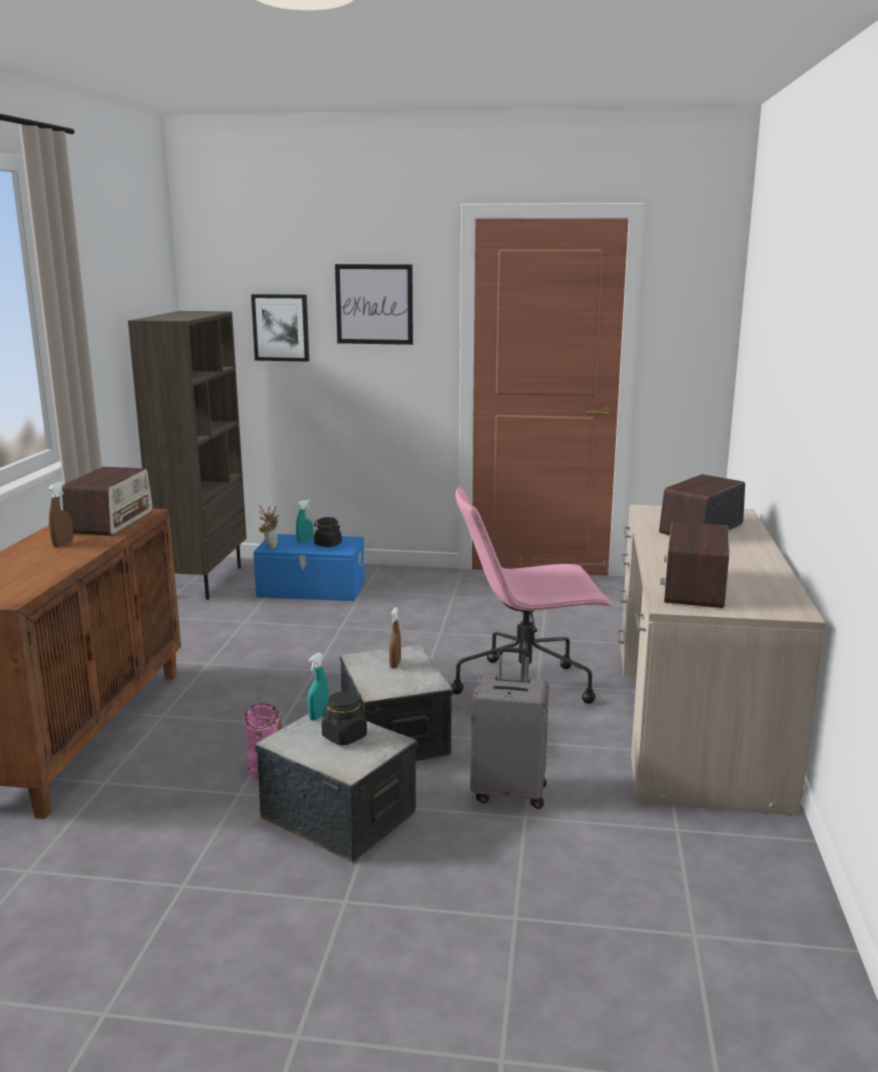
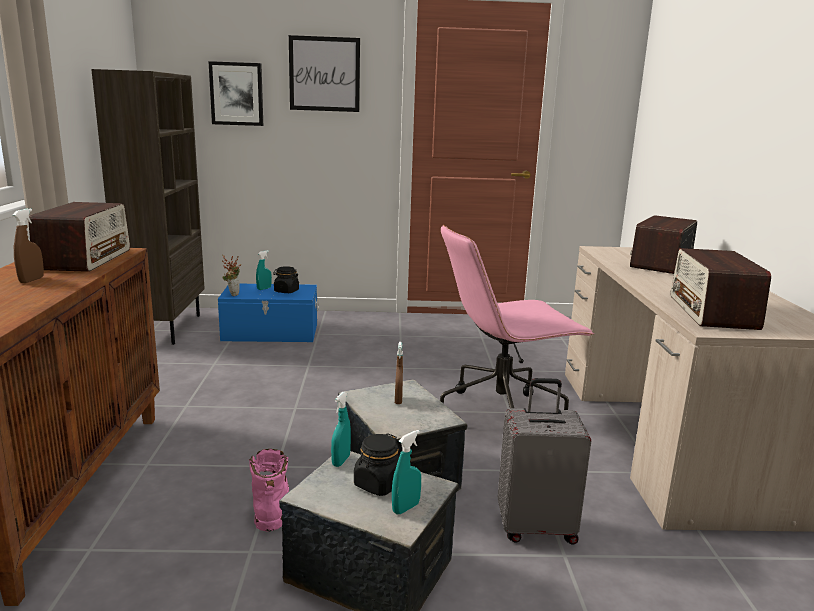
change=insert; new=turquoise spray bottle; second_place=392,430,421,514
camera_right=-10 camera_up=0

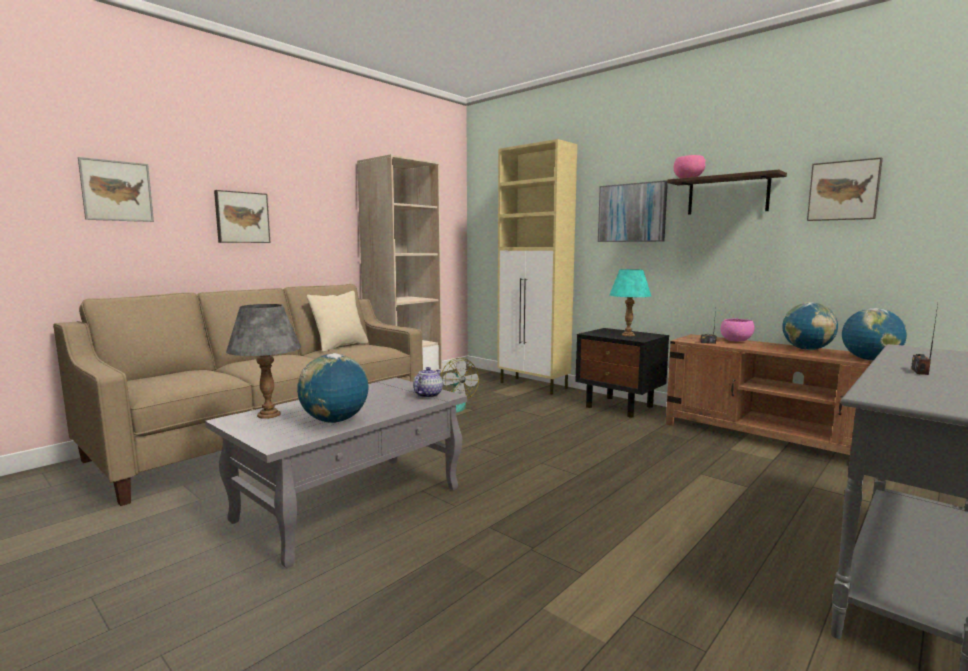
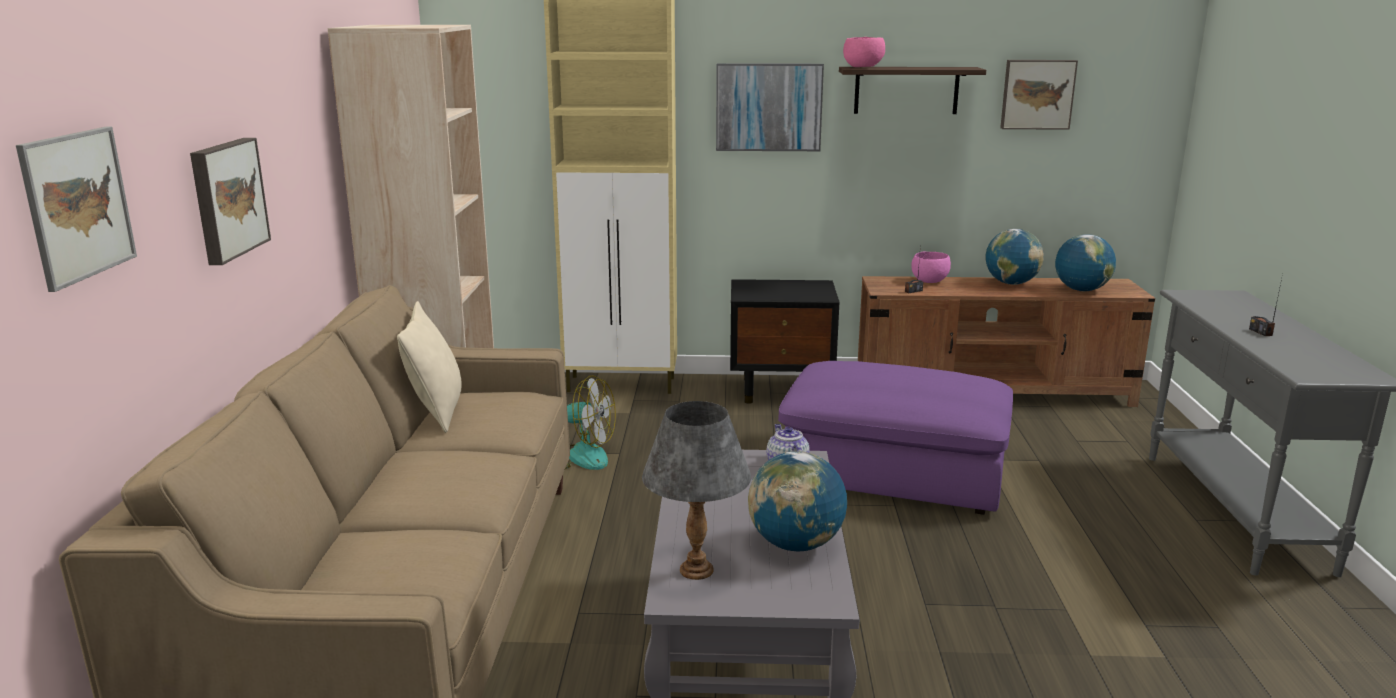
change=delete; old=turquoise table lamp; first_place=609,269,651,336
change=insert; new=purple ottoman; second_place=778,361,1013,515
camera_right=-40 camera_up=10

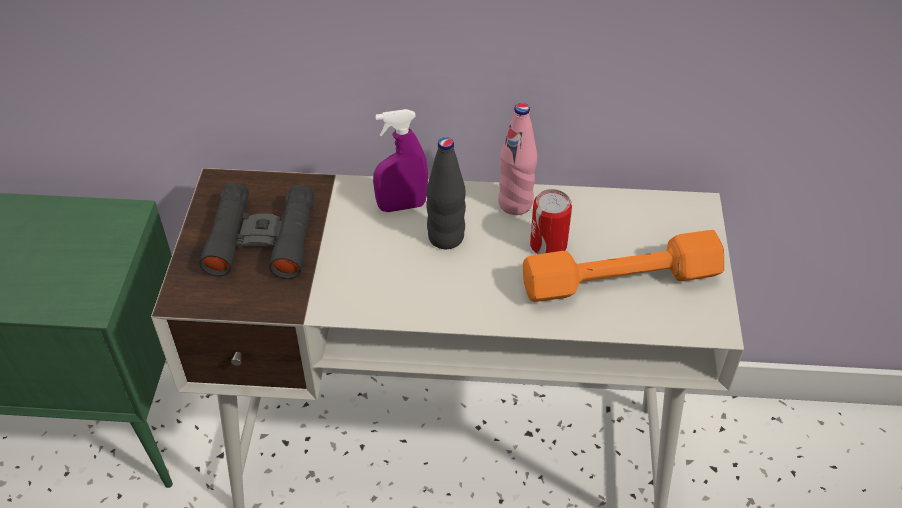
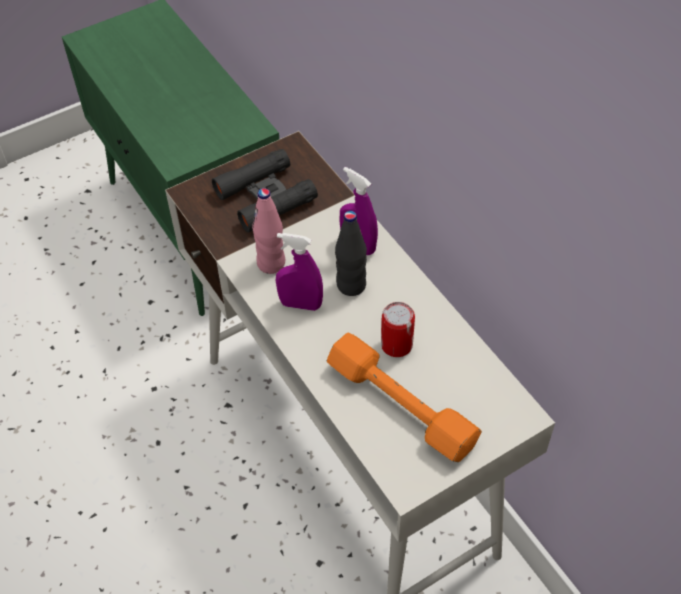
change=insert; new=purple spray bottle; second_place=276,233,323,311
change=move; old=pink bottle; first_place=498,103,537,215; second_place=252,188,285,274
camera_right=55 camera_up=5

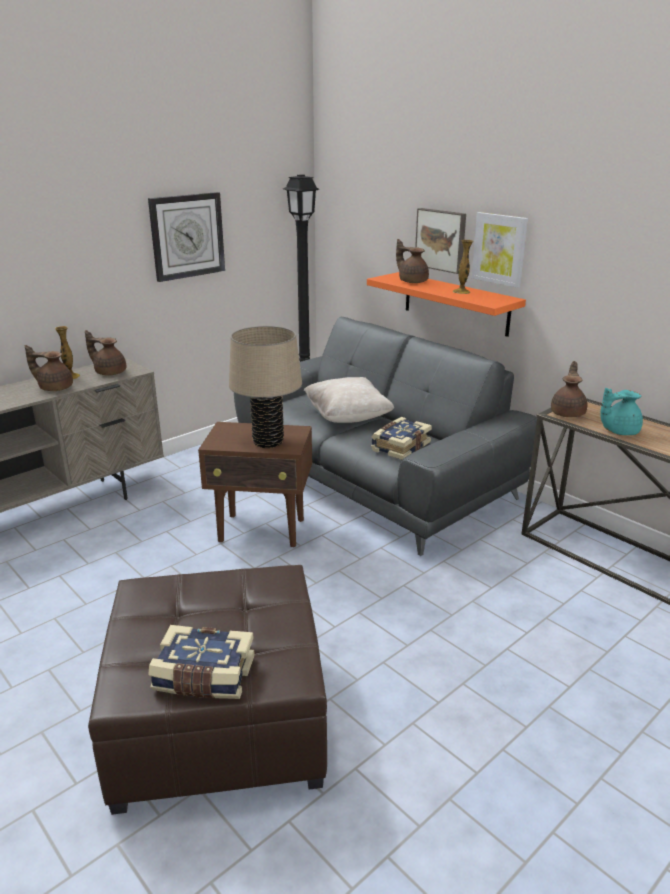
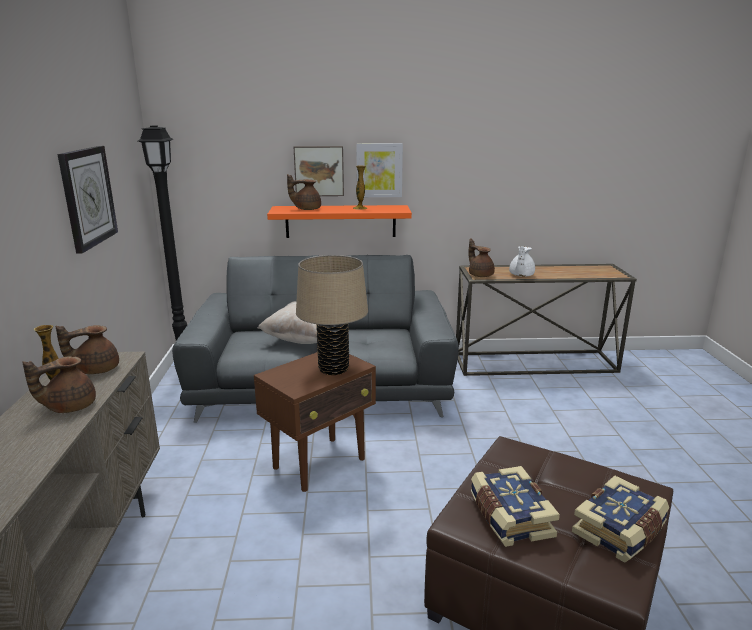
change=move; old=book; first_place=371,417,432,460; second_place=471,466,560,547
change=recolor; old=turquoise teapot; new=white teapot; first_place=600,388,643,435; second_place=509,246,535,277
camera_right=-50 camera_up=-5

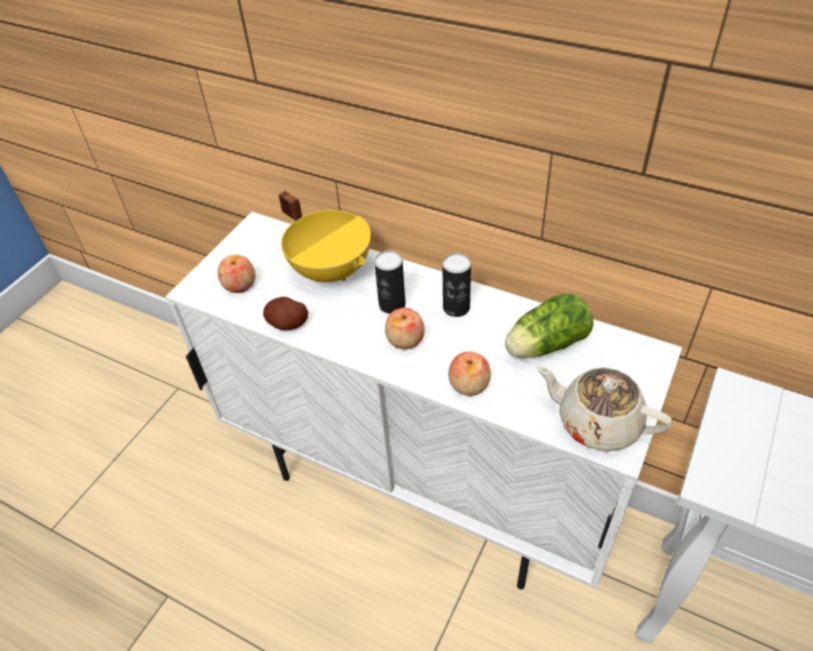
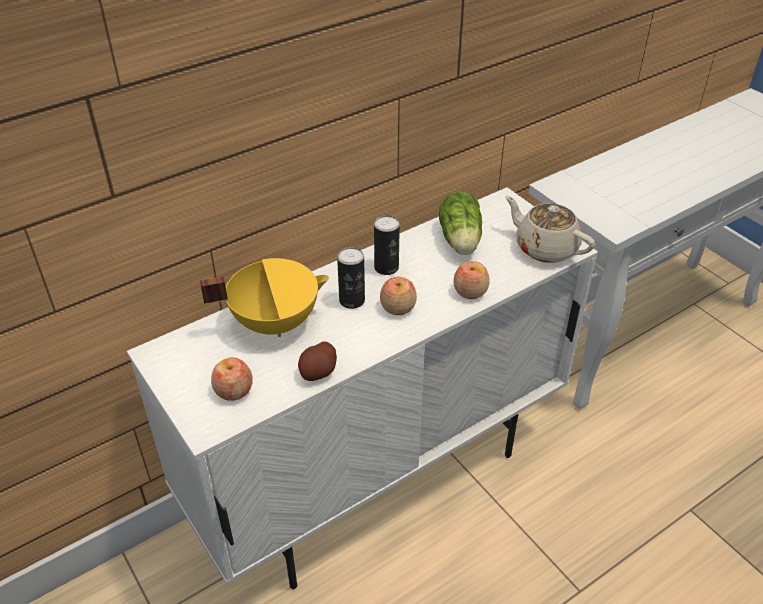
change=rotate; old=beige teapot; first_place=536,366,672,452; second_place=505,196,595,263; degrees=75
camera_right=-65 camera_up=-5

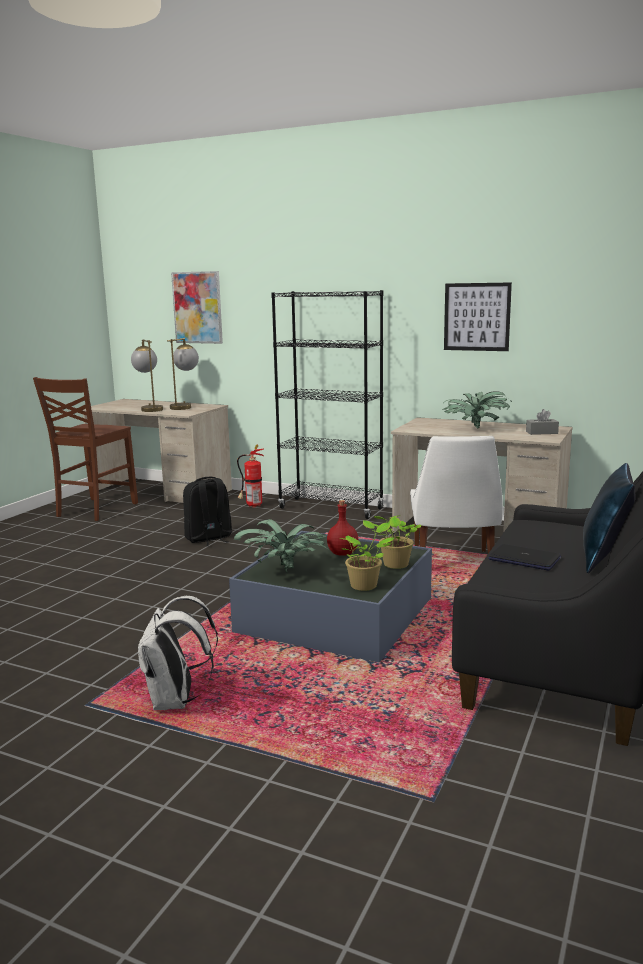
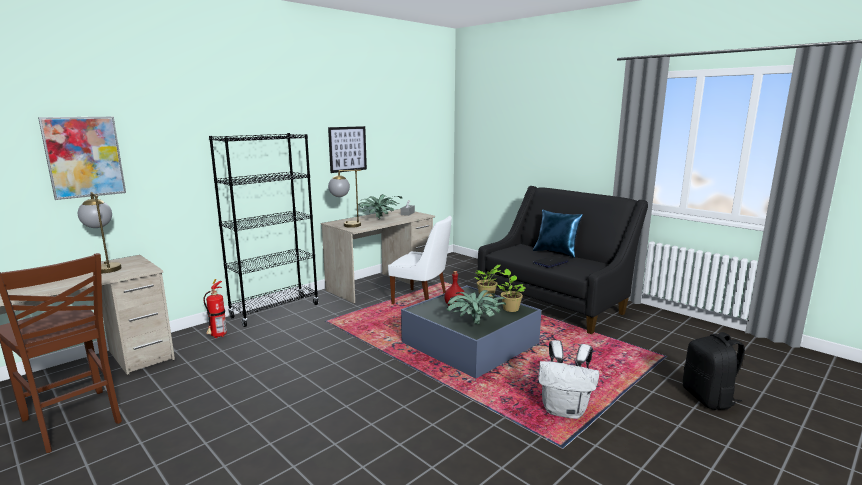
change=move; old=table lamp; first_place=131,339,163,412; second_place=328,169,361,228
change=move; old=black backpack; first_place=183,477,232,546; second_place=683,332,745,410
camera_right=-70 camera_up=0

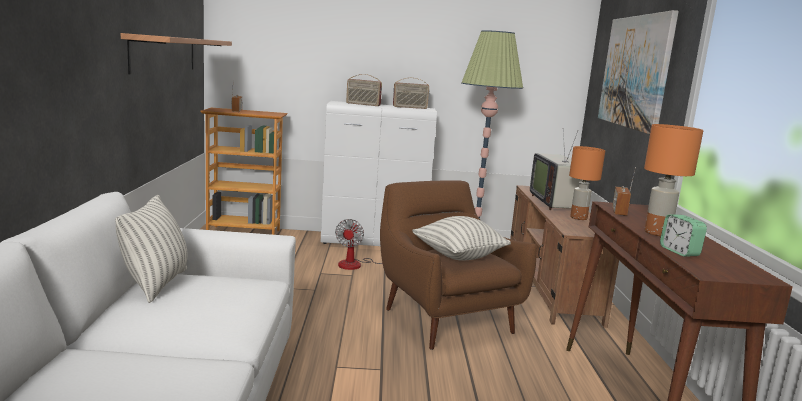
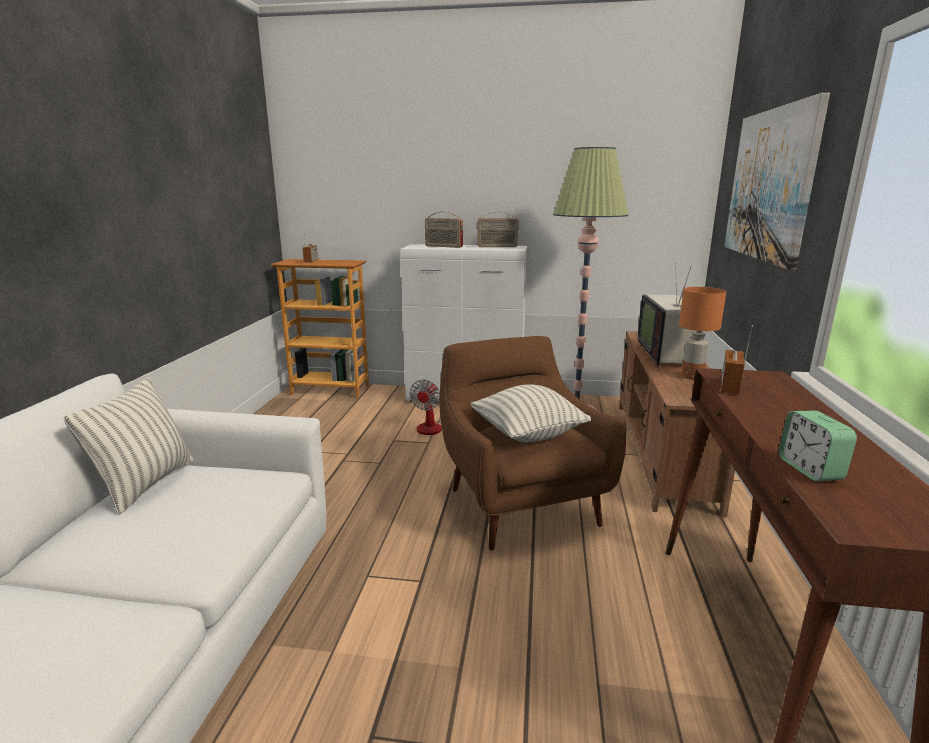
change=delete; old=shelf; first_place=121,33,232,74
change=delete; old=orange table lamp; first_place=644,124,703,236
camera_right=10 camera_up=5

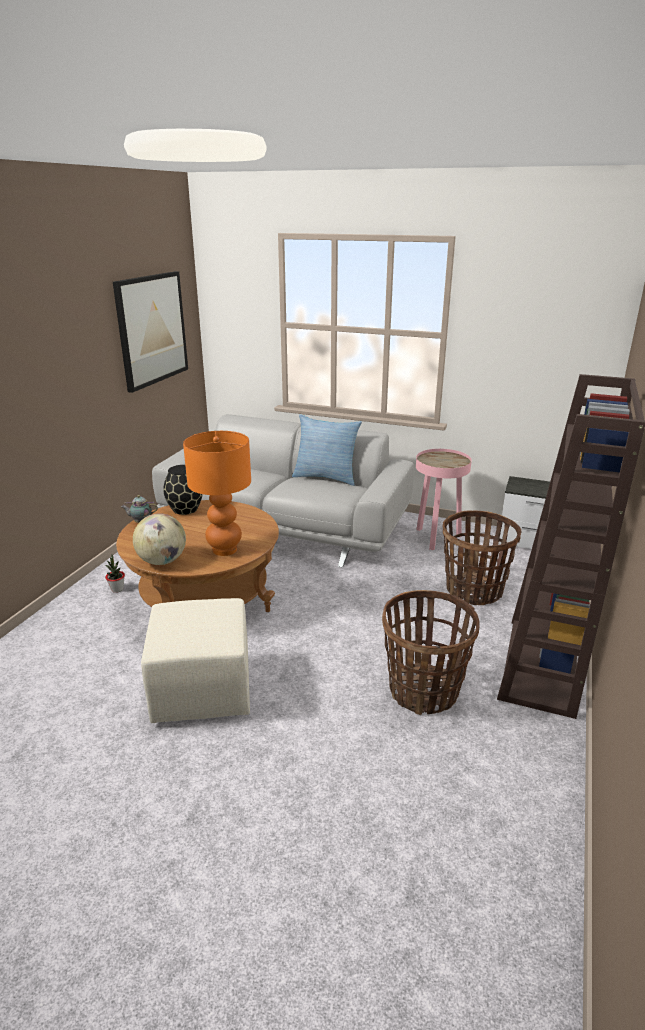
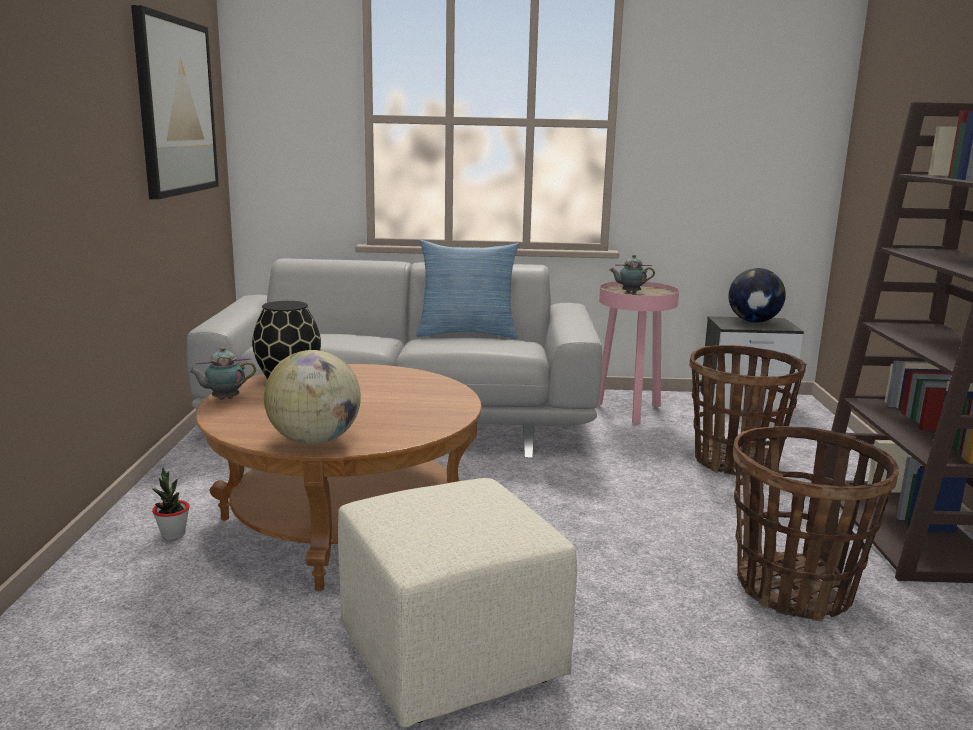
change=delete; old=orange table lamp; first_place=183,431,251,556
change=insert; new=teapot; second_place=609,255,655,293
change=insert; new=globe; second_place=728,268,786,323
camera_right=-20 camera_up=-10

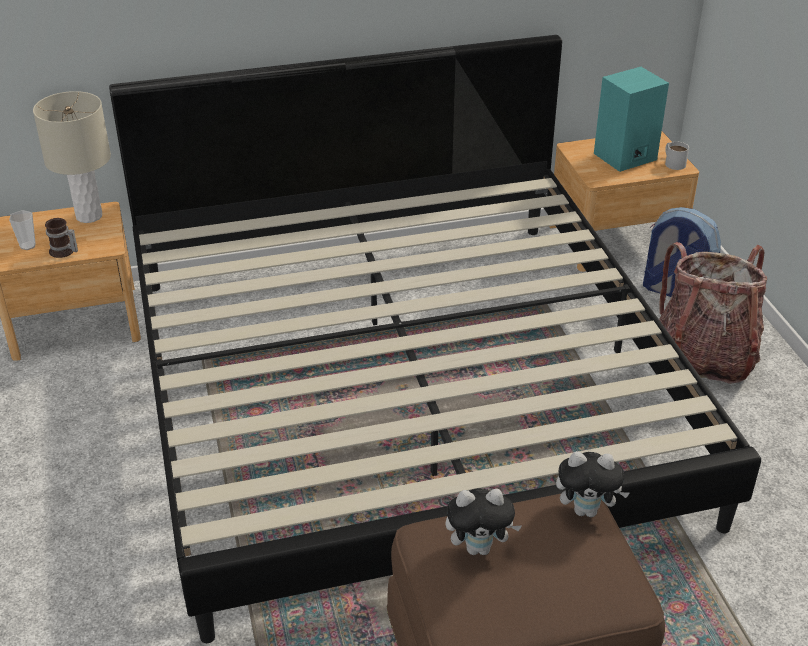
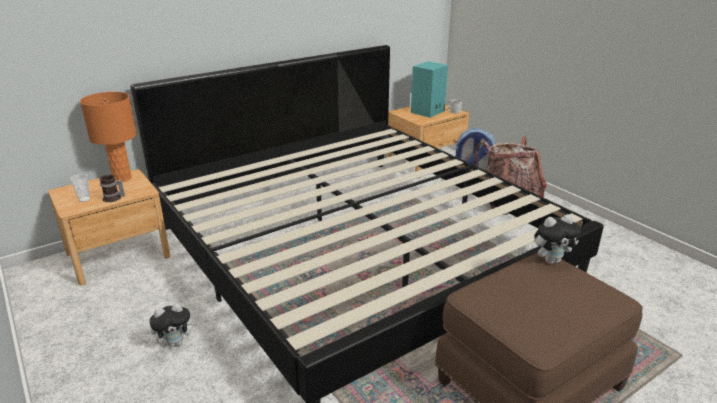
change=move; old=plush toy; first_place=445,488,521,555; second_place=149,303,197,347
change=recolor; old=beige table lamp; new=orange table lamp; first_place=33,91,111,223; second_place=80,92,137,182
camera_right=-20 camera_up=-10

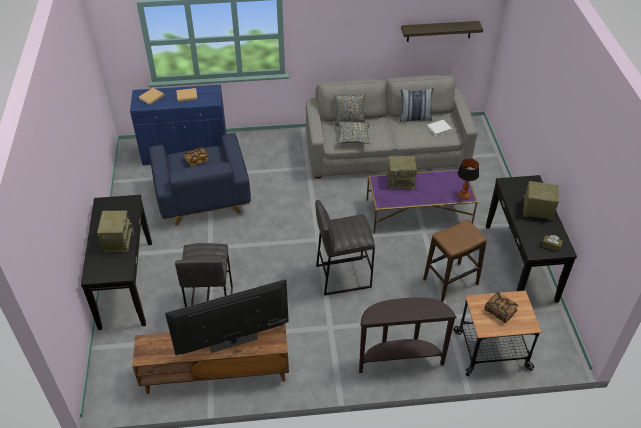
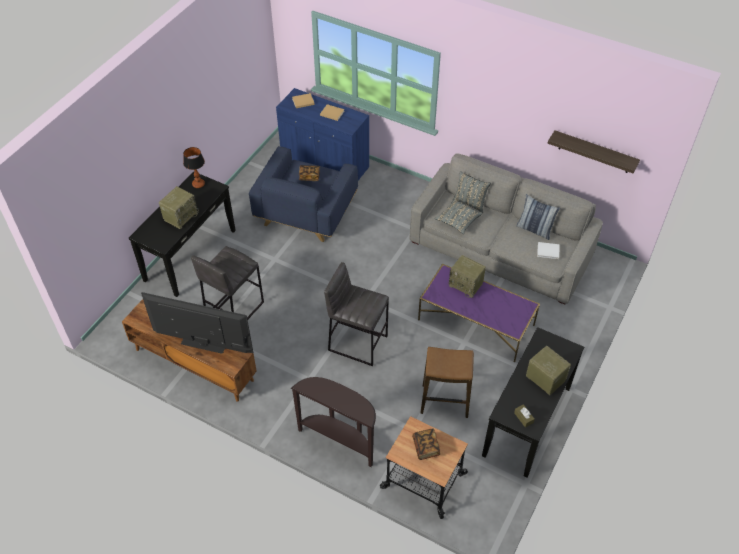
change=move; old=table lamp; first_place=458,158,479,200; second_place=183,147,205,188
camera_right=35 camera_up=5

